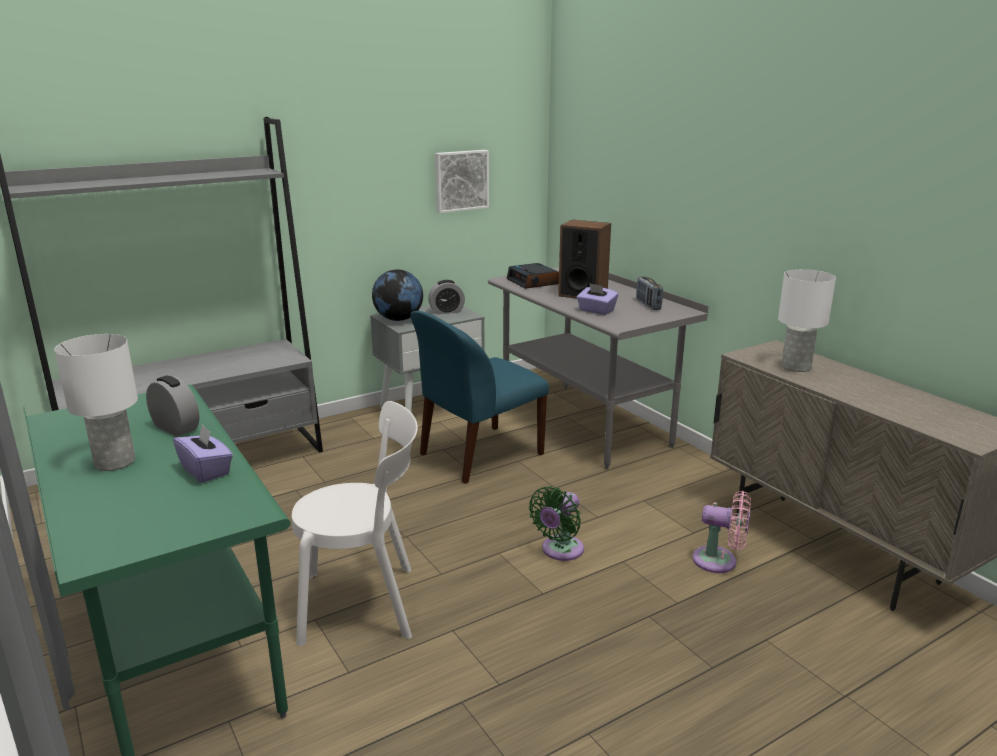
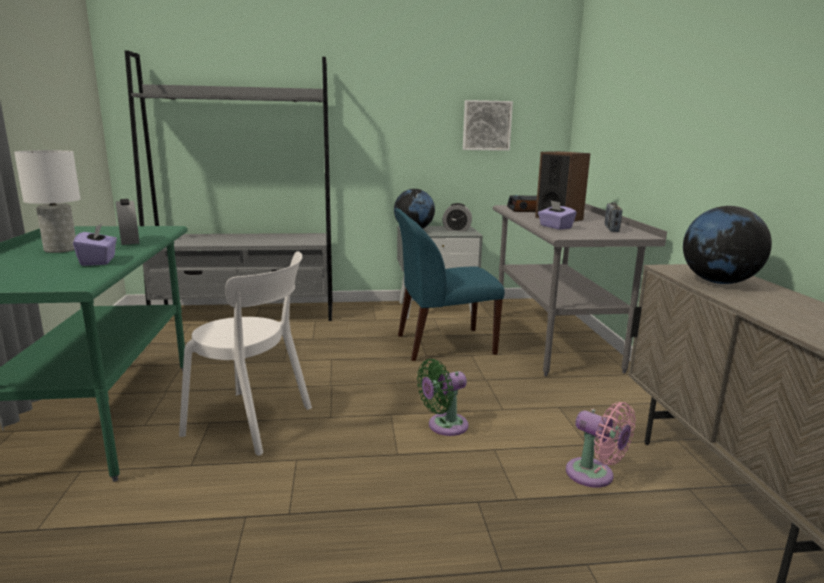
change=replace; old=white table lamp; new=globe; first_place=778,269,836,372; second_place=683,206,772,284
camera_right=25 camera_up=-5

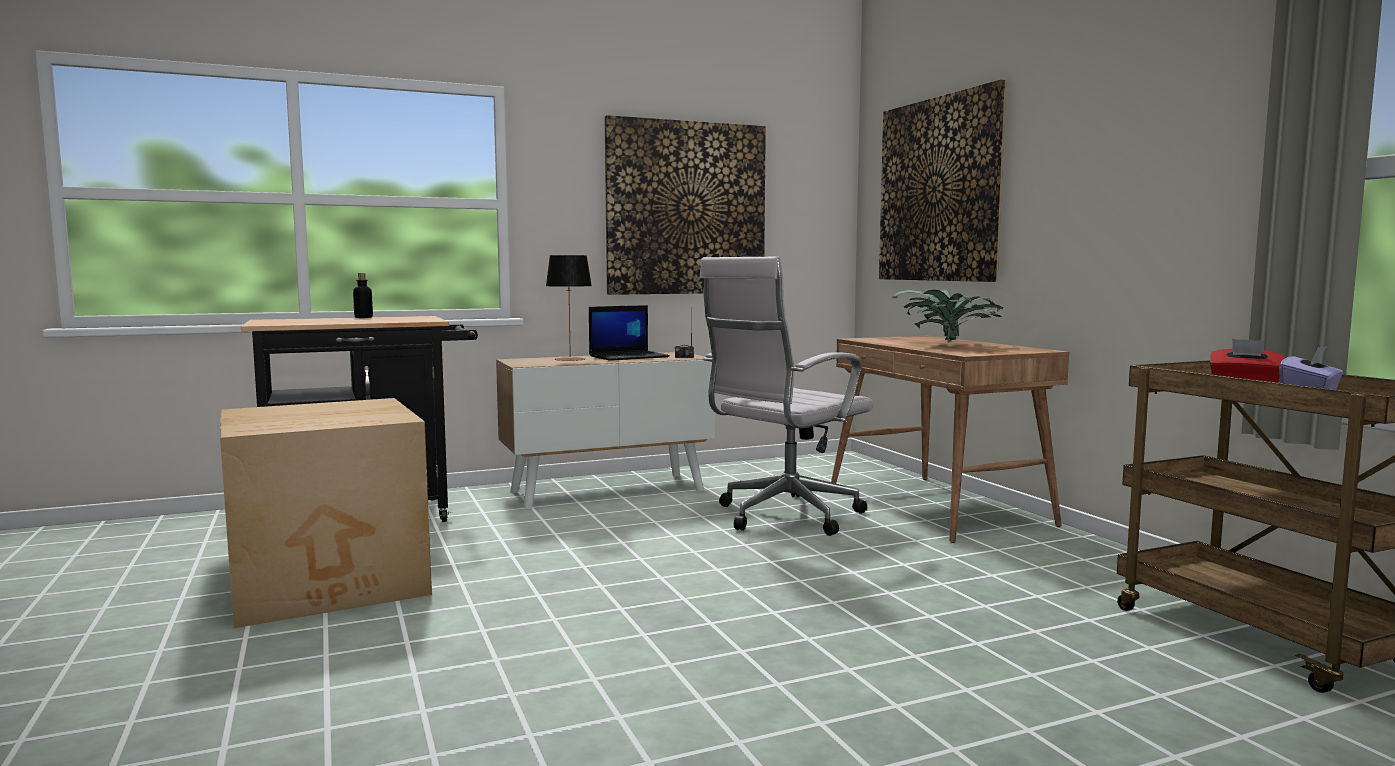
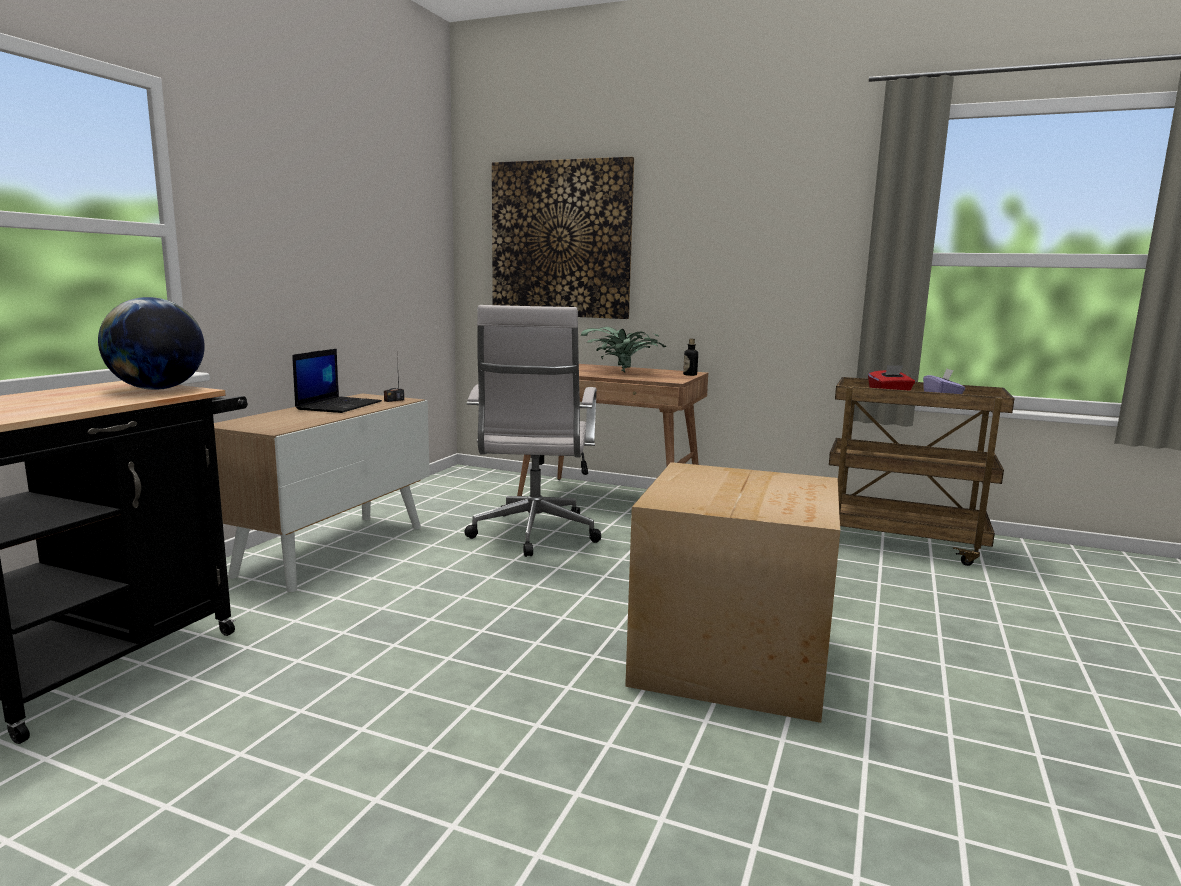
change=delete; old=table lamp; first_place=546,255,592,361
change=delete; old=picture; first_place=604,115,766,295
change=insert; new=globe; second_place=98,297,205,390
change=move; old=cardboard box; first_place=220,398,432,628; second_place=625,462,840,723
change=move; old=bottle; first_place=353,273,373,318; second_place=683,339,698,376
camera_right=-45 camera_up=5

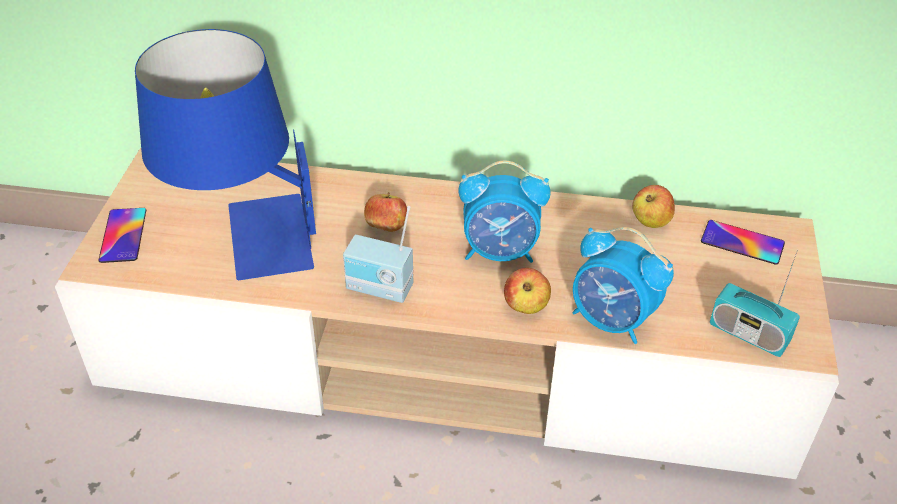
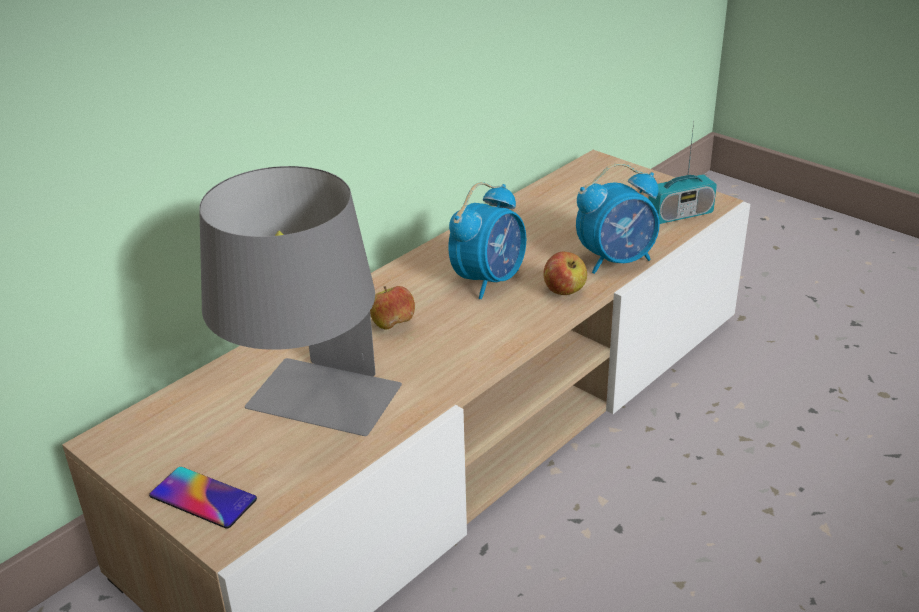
change=delete; old=radio; first_place=343,206,413,303
change=delete; old=apple; first_place=632,185,675,228
change=delete; old=phone; first_place=701,220,785,265
change=recolor; old=blue table lamp; new=grey table lamp; first_place=135,29,316,280; second_place=199,166,402,436
camera_right=-55 camera_up=-10

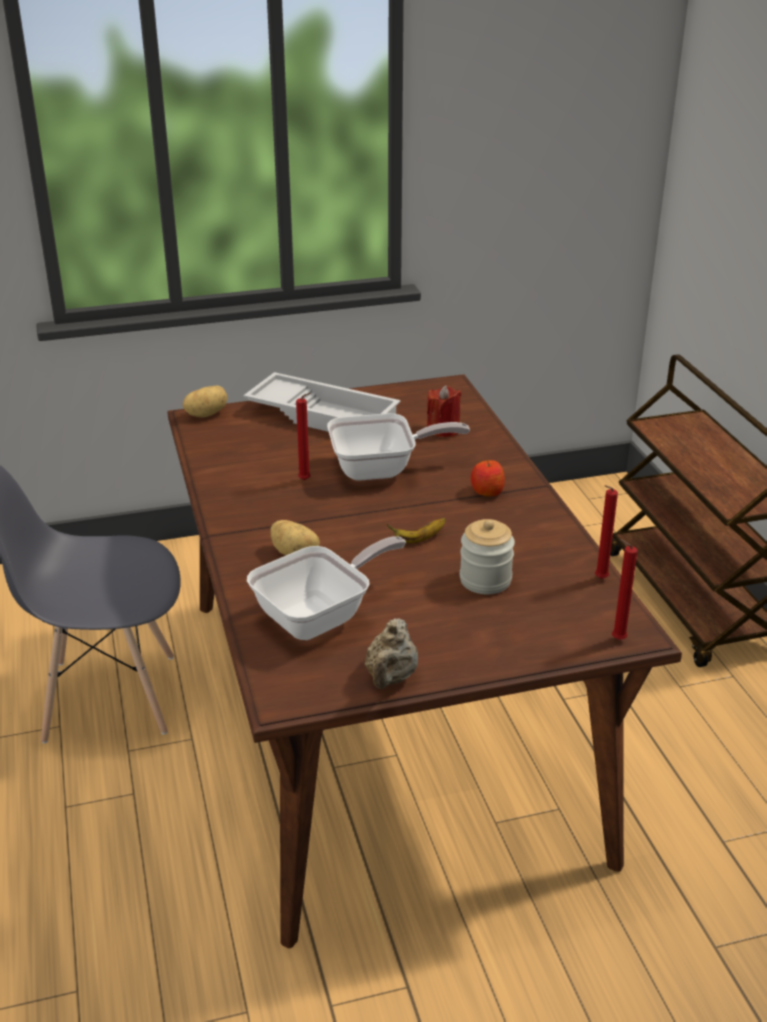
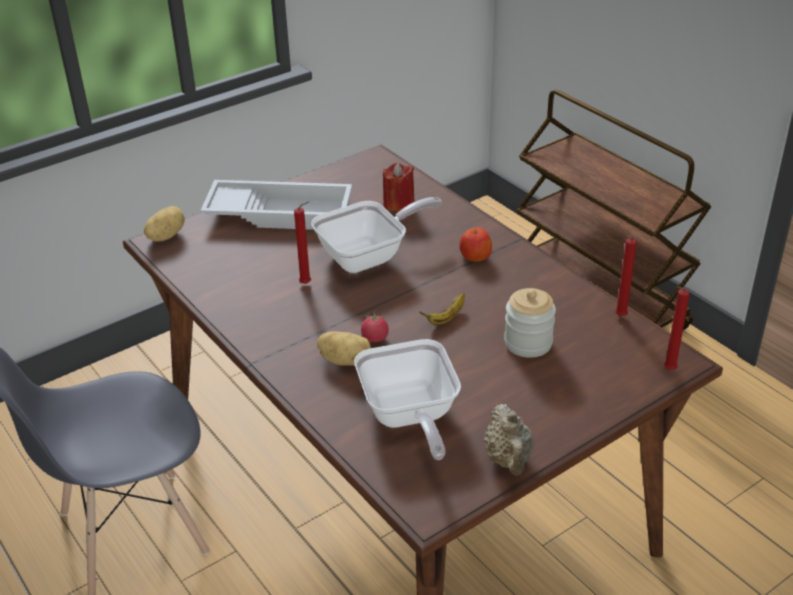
change=insert; new=tomato; second_place=361,311,389,342
change=rotate; old=frying pan; first_place=247,536,406,640; second_place=354,339,461,460; degrees=135
camera_right=-20 camera_up=5

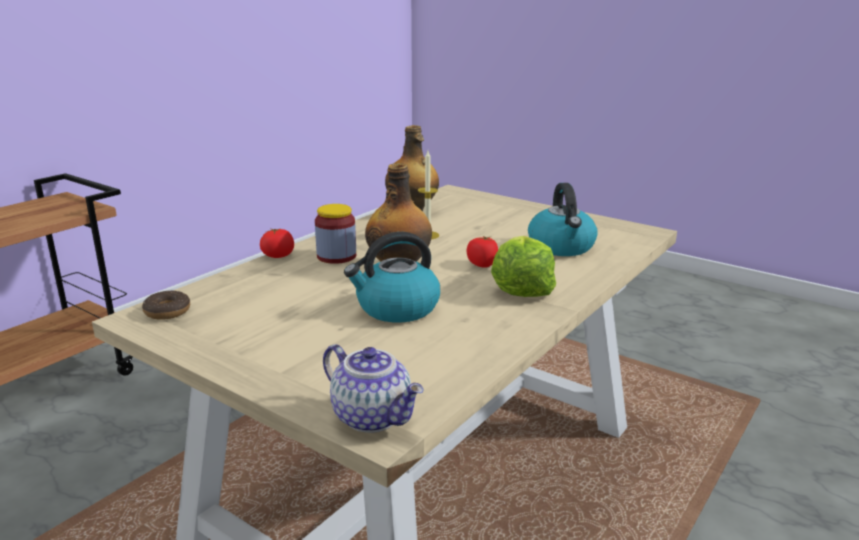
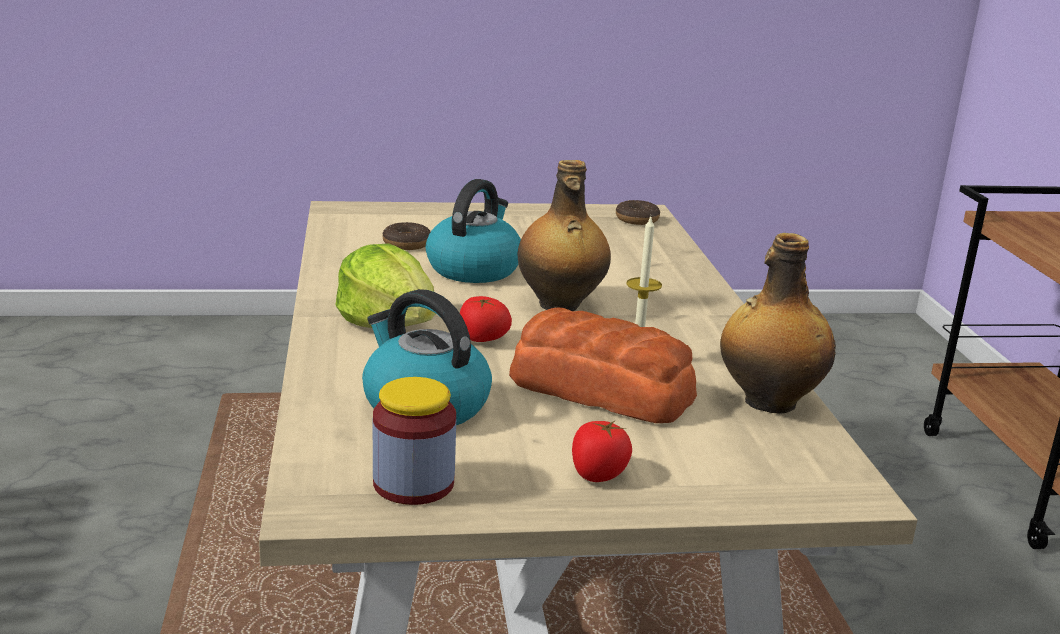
change=delete; old=teapot; first_place=323,344,424,433
change=insert; new=donut; second_place=383,222,431,250
change=insert; new=bread; second_place=509,308,697,423
change=move; old=tomato; first_place=260,228,294,258; second_place=572,420,632,482
change=move; old=jar; first_place=315,204,356,264; second_place=373,377,456,505
camera_right=135 camera_up=0

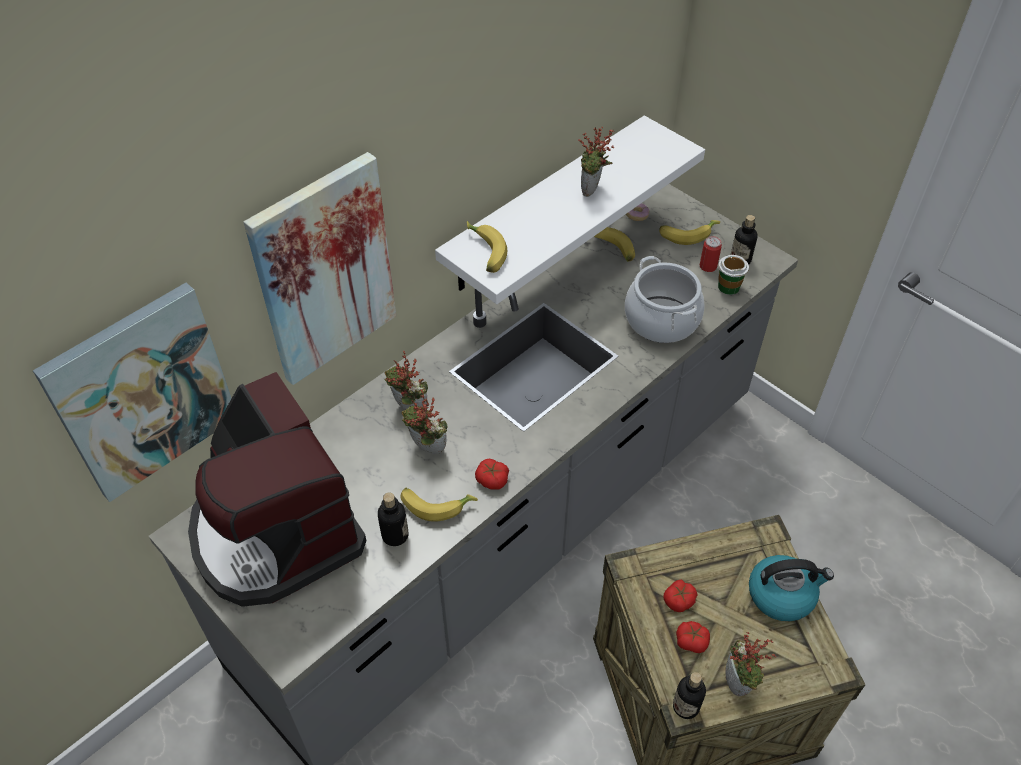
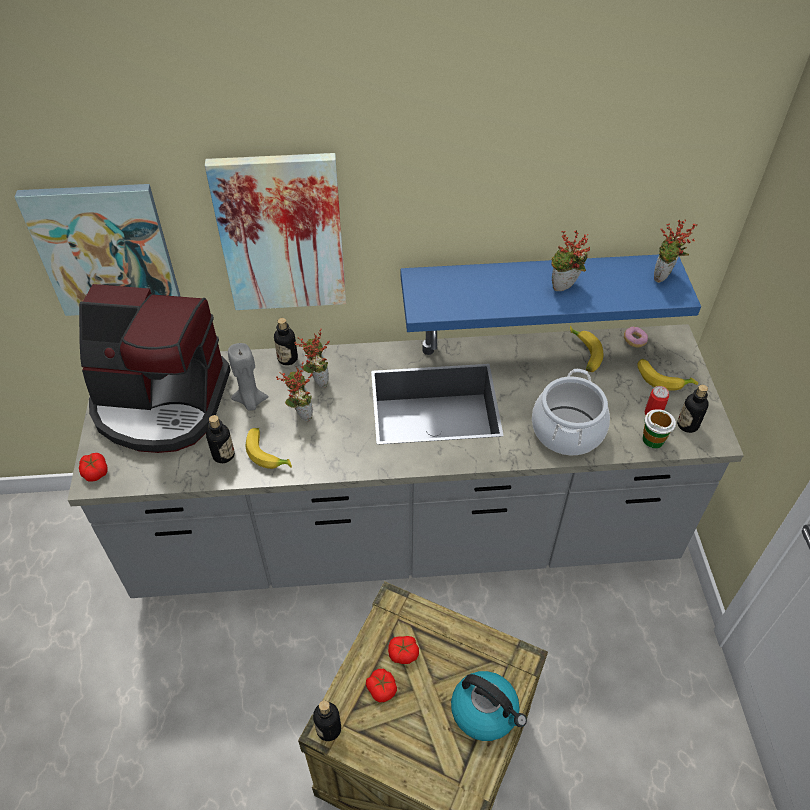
change=delete; old=banana; first_place=467,221,507,273
change=insert; new=grey candle; second_place=228,343,269,411
change=insert; new=bottle; second_place=274,318,298,365
change=move; old=tomato; first_place=475,459,509,490; second_place=79,453,108,482
change=move; old=potted plant; first_place=726,632,776,696; second_place=654,219,697,283
change=recolor; old=white shelf; new=blue shelf; first_place=435,116,705,304; second_place=401,255,701,332
change=rotate; old=coffee machine; first_place=188,372,366,607; second_place=79,284,231,453; degrees=-90
camera_right=40 camera_up=0

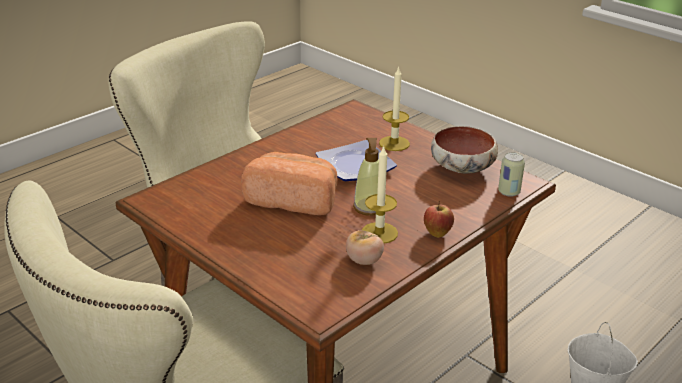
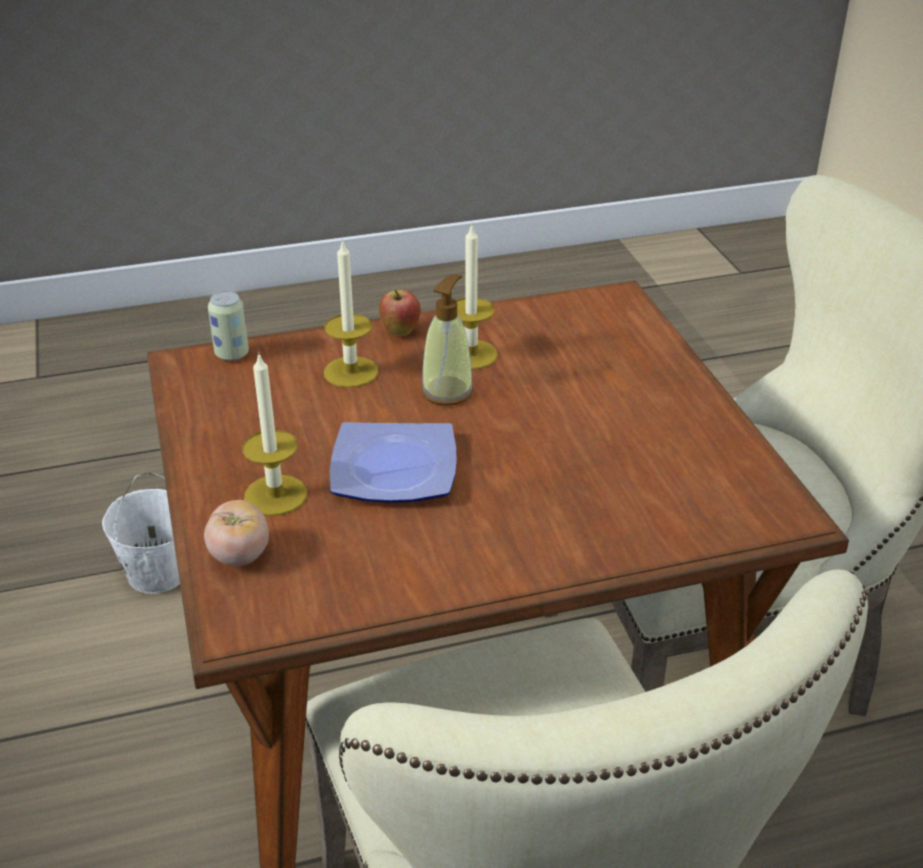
change=delete; old=bread; first_place=241,152,337,215
change=delete; old=bowl; first_place=431,126,498,173
change=insert; new=candle; second_place=324,239,378,388
change=move; old=tomato; first_place=346,230,384,265; second_place=204,500,269,567
camera_right=-150 camera_up=5

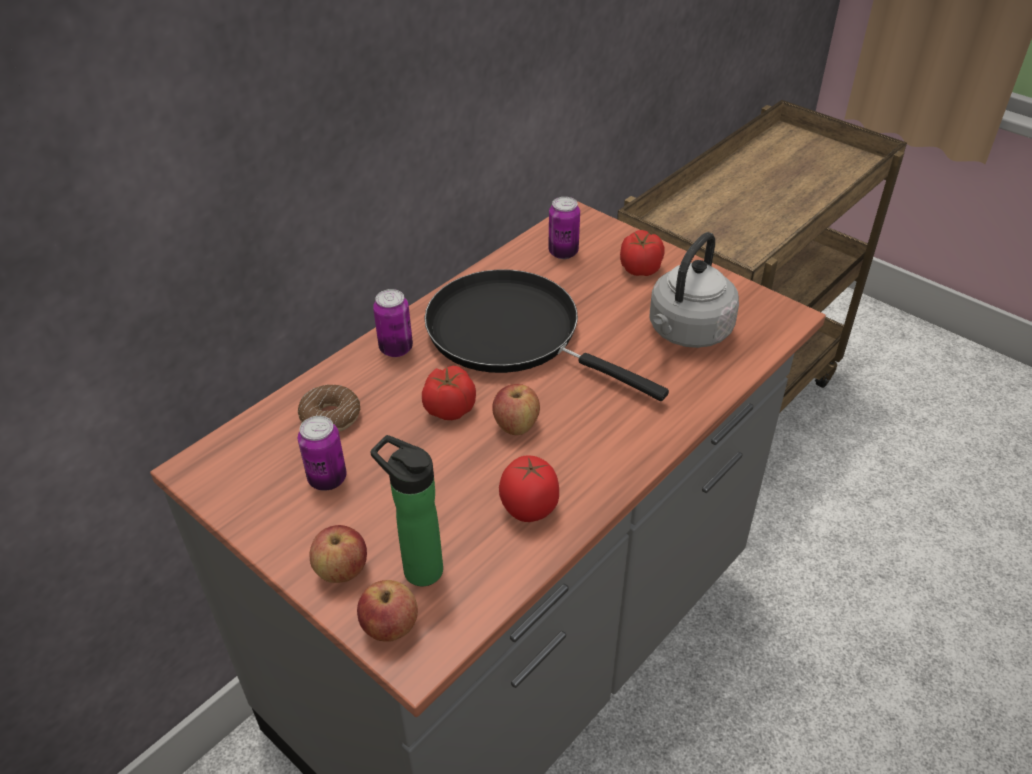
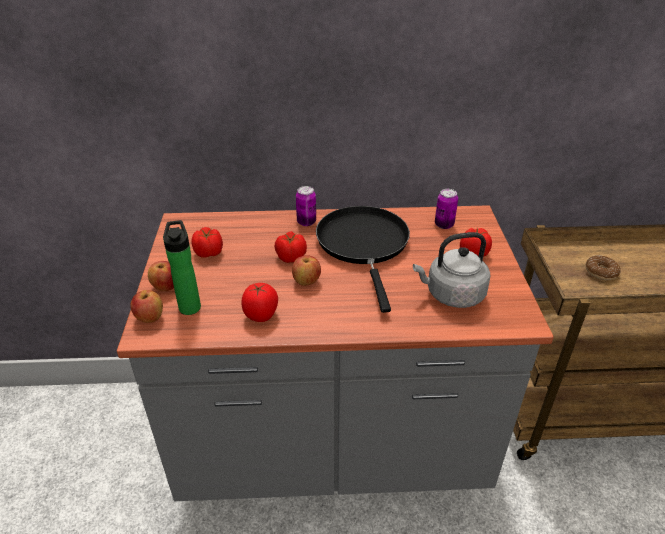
change=move; old=donut; first_place=298,385,360,432; second_place=586,255,621,280
change=replace; old=can; new=tomato; first_place=298,416,347,491; second_place=191,227,223,258
camera_right=45 camera_up=-5

